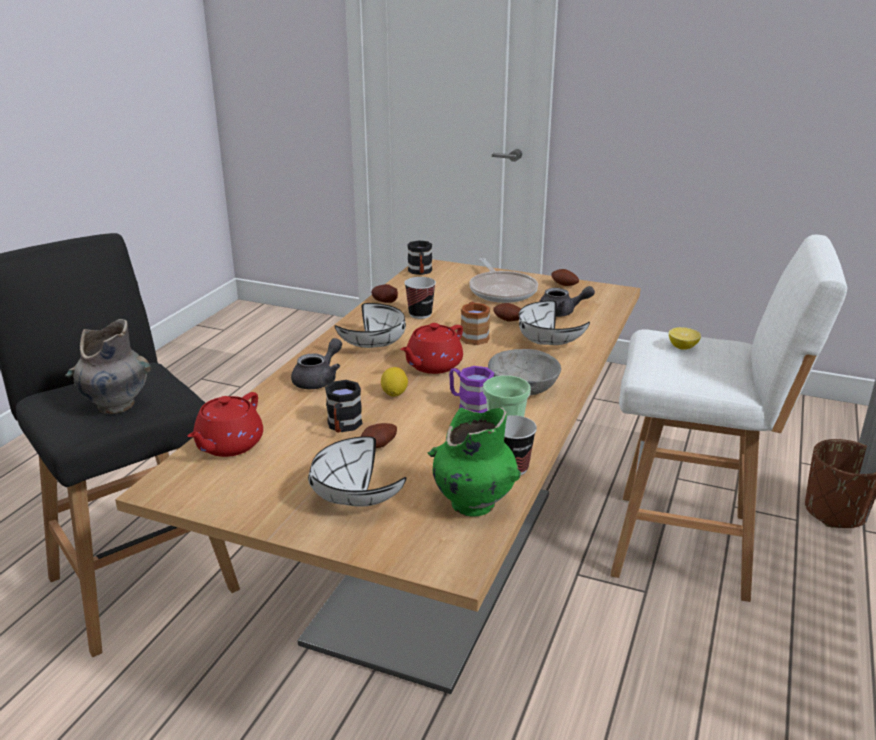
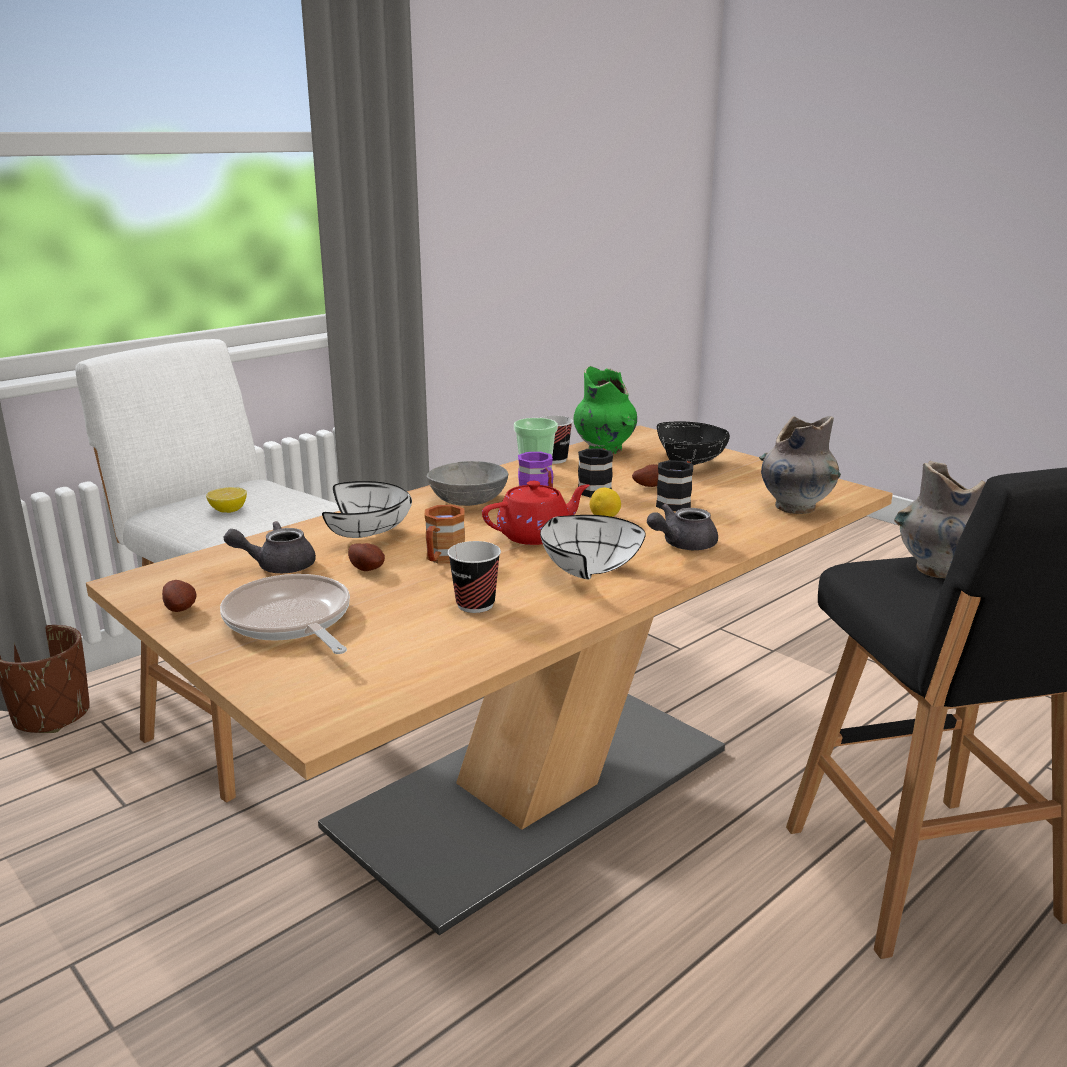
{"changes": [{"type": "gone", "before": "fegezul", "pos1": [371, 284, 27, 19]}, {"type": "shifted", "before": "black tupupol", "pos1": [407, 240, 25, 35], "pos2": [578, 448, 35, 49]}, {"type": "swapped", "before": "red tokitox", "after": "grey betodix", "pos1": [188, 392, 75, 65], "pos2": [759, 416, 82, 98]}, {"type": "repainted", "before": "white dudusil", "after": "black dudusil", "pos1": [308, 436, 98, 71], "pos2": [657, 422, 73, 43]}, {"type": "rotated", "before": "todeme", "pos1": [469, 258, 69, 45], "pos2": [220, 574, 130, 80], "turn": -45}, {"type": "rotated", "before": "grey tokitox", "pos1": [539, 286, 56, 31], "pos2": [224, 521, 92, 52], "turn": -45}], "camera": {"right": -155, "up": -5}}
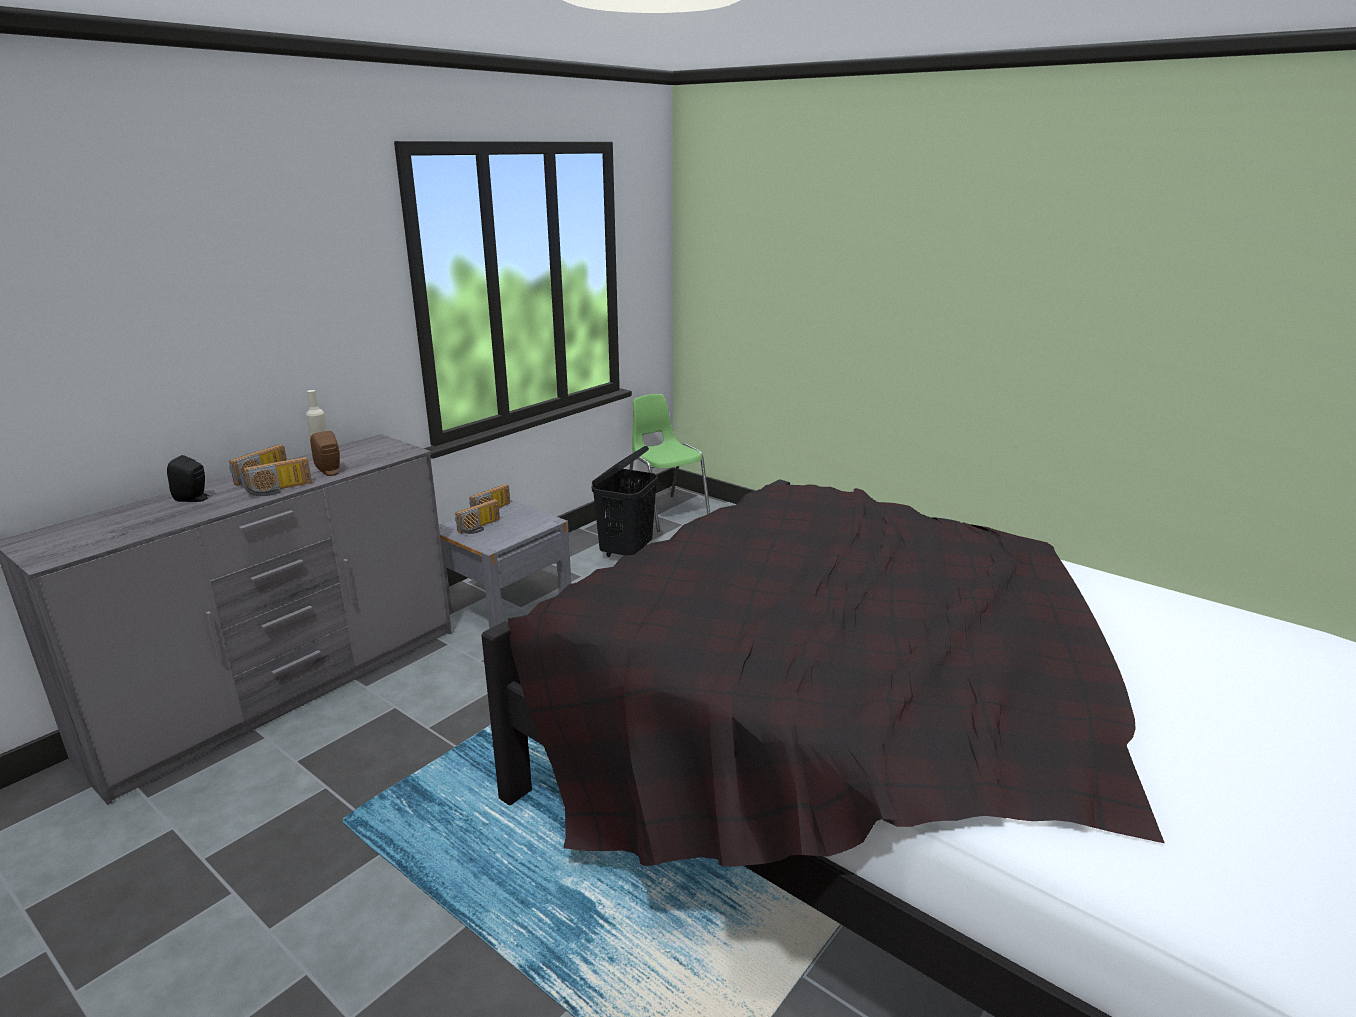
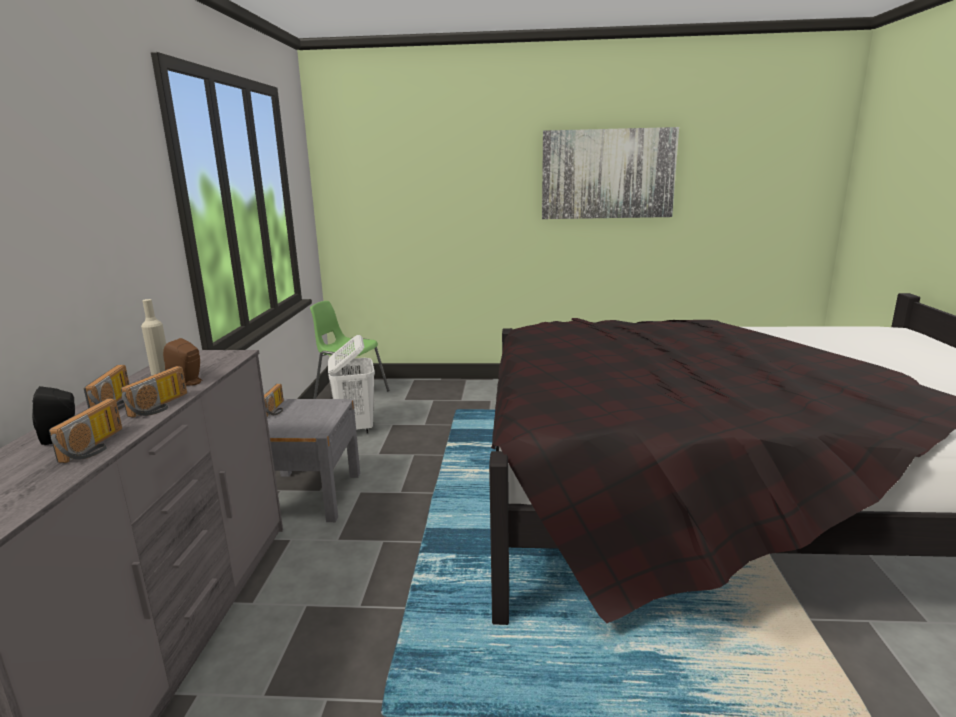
{"changes": [{"type": "new", "after": "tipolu", "pos2": [542, 127, 137, 92]}, {"type": "shifted", "before": "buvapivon", "pos1": [455, 499, 45, 35], "pos2": [49, 399, 73, 64]}, {"type": "repainted", "before": "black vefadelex", "after": "white vefadelex", "pos1": [592, 446, 66, 111], "pos2": [328, 335, 47, 98]}], "camera": {"right": -35, "up": -5}}
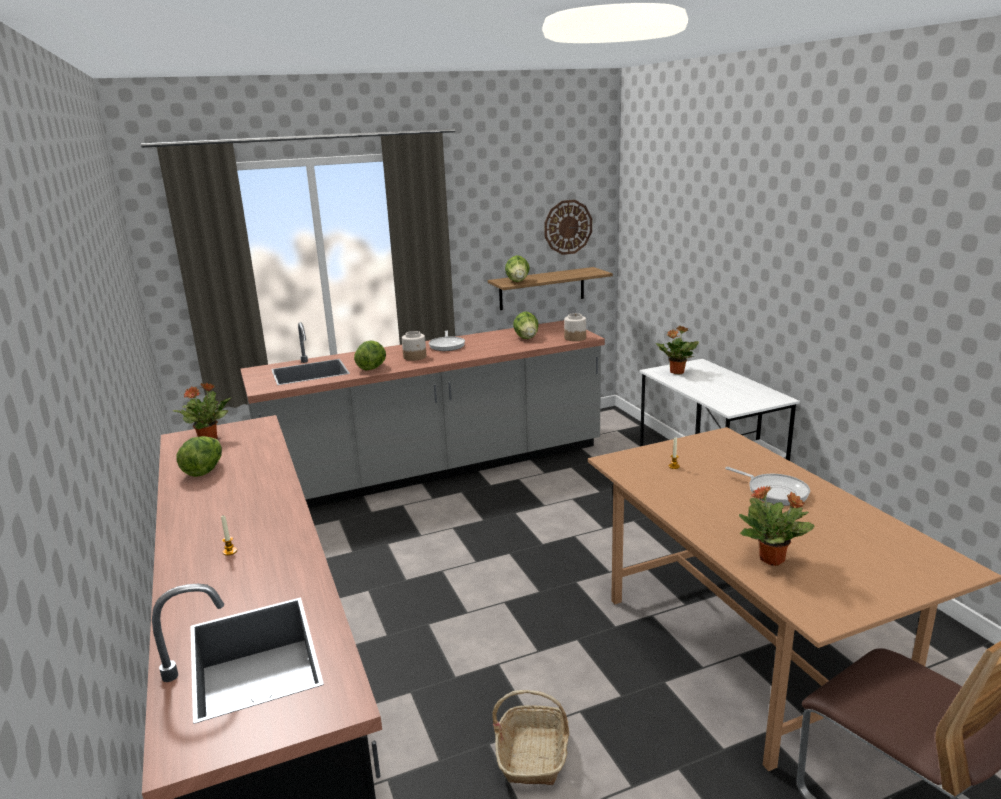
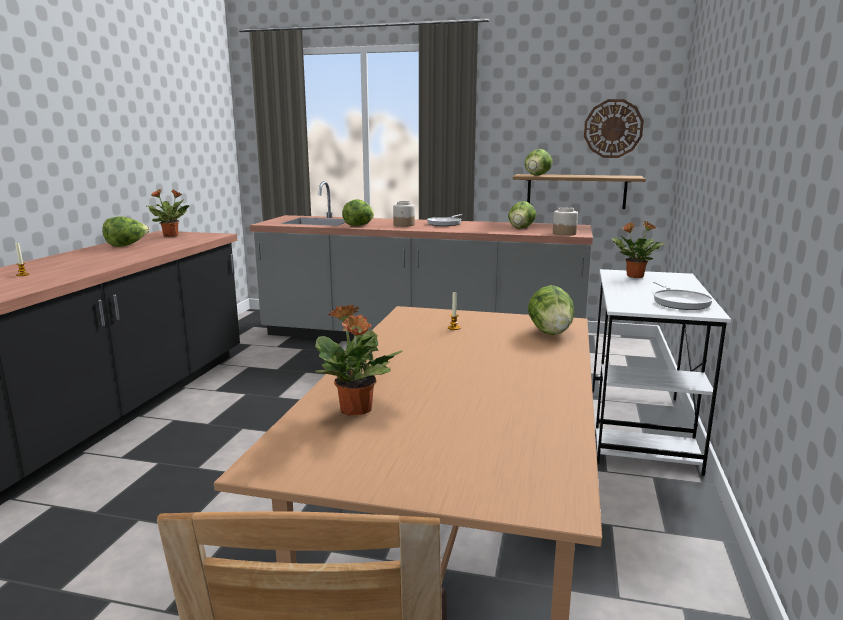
{"changes": [{"type": "gone", "before": "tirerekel", "pos1": [492, 690, 77, 95]}, {"type": "new", "after": "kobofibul", "pos2": [528, 285, 46, 50]}, {"type": "shifted", "before": "todeme", "pos1": [725, 467, 85, 39], "pos2": [653, 281, 60, 29]}], "camera": {"right": 35, "up": -5}}
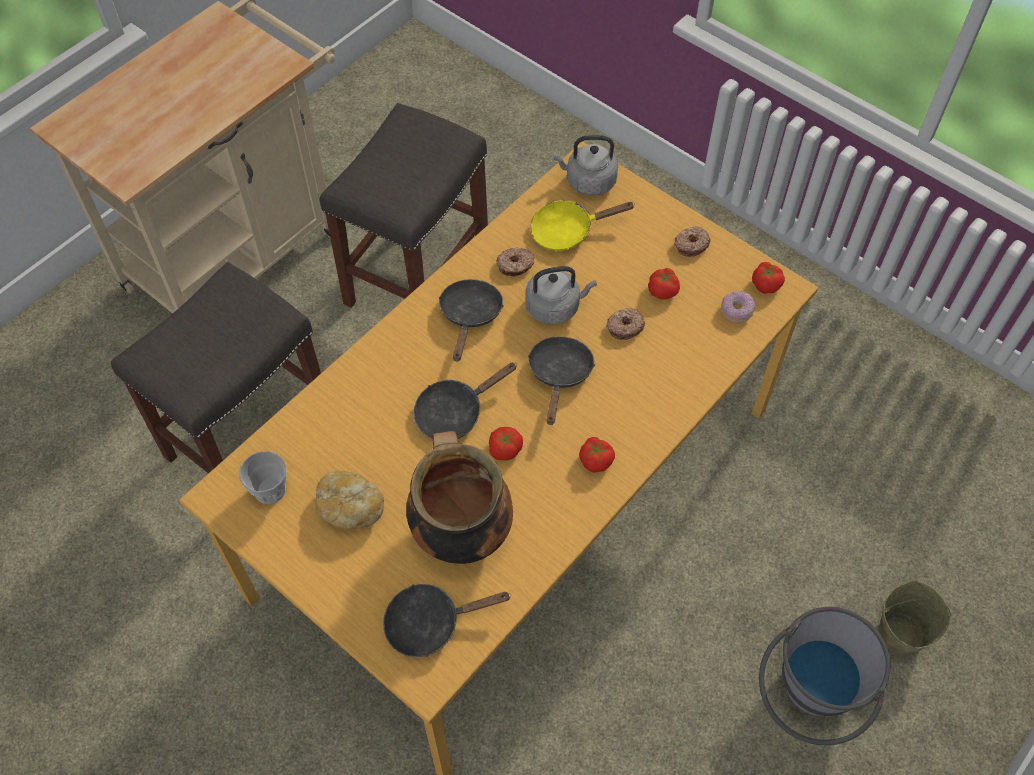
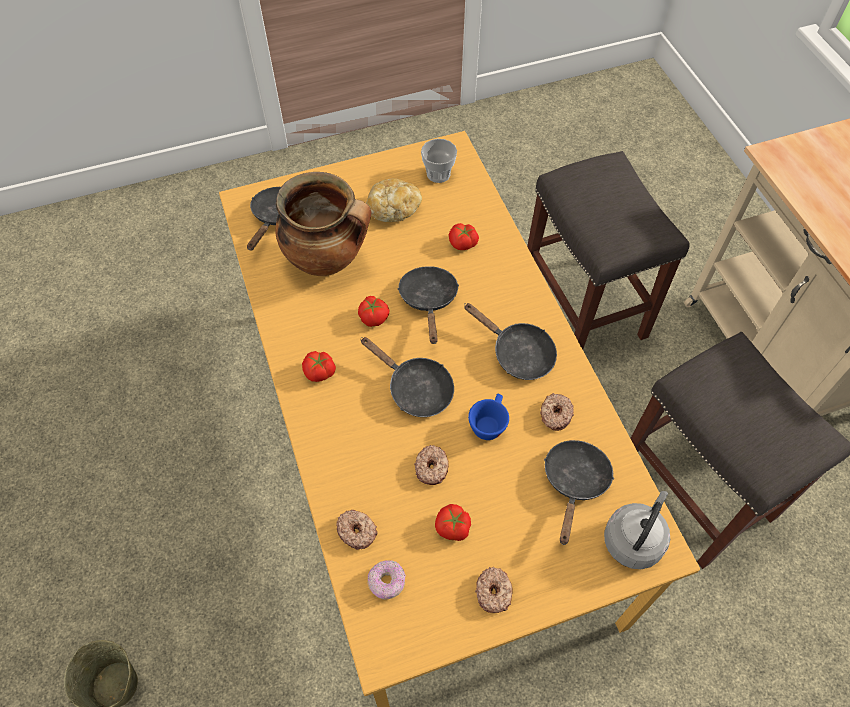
{"changes": [{"type": "gone", "before": "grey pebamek", "pos1": [759, 607, 132, 138]}, {"type": "new", "after": "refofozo", "pos2": [336, 510, 42, 40]}, {"type": "shifted", "before": "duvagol", "pos1": [752, 262, 33, 32], "pos2": [449, 223, 30, 27]}, {"type": "swapped", "before": "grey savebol", "after": "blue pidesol", "pos1": [525, 266, 72, 58], "pos2": [468, 394, 41, 46]}, {"type": "repainted", "before": "yellow todeme", "after": "black todeme", "pos1": [531, 200, 104, 51], "pos2": [544, 440, 70, 105]}], "camera": {"right": 120, "up": 0}}
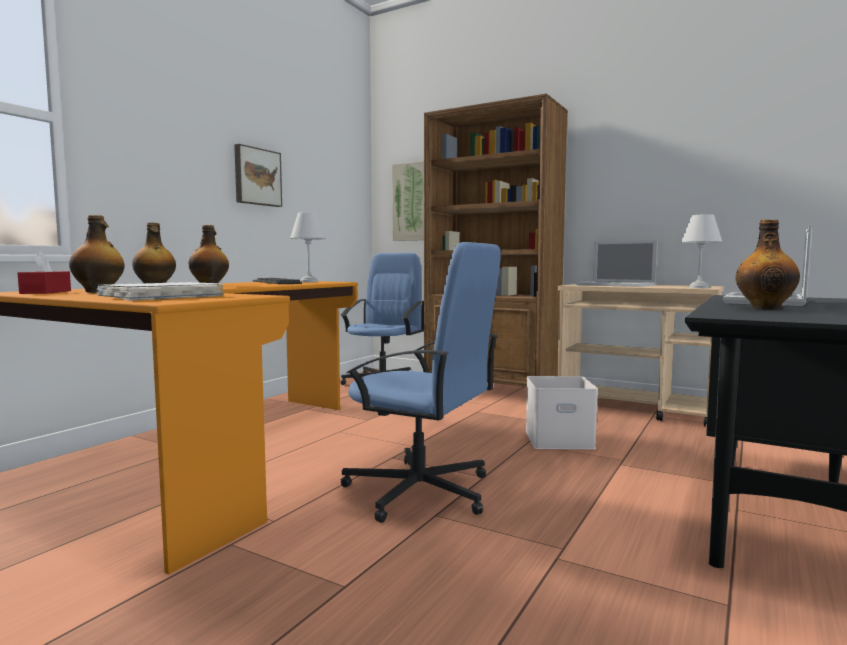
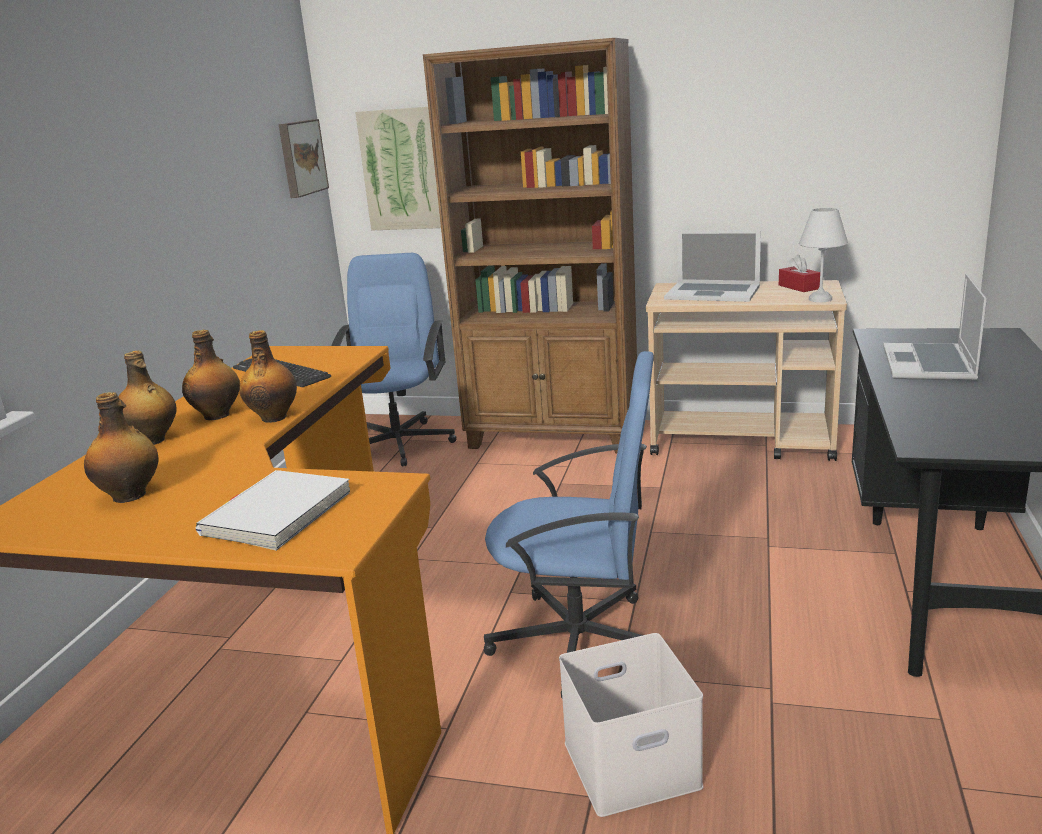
{"changes": [{"type": "gone", "before": "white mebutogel", "pos1": [290, 212, 36, 71]}, {"type": "shifted", "before": "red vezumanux", "pos1": [18, 252, 53, 42], "pos2": [779, 255, 41, 37]}, {"type": "shifted", "before": "tipolu", "pos1": [234, 144, 48, 63], "pos2": [279, 119, 50, 79]}, {"type": "shifted", "before": "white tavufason", "pos1": [526, 376, 72, 74], "pos2": [559, 633, 145, 184]}, {"type": "shifted", "before": "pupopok", "pos1": [736, 220, 64, 89], "pos2": [239, 330, 58, 93]}], "camera": {"right": -15, "up": 15}}
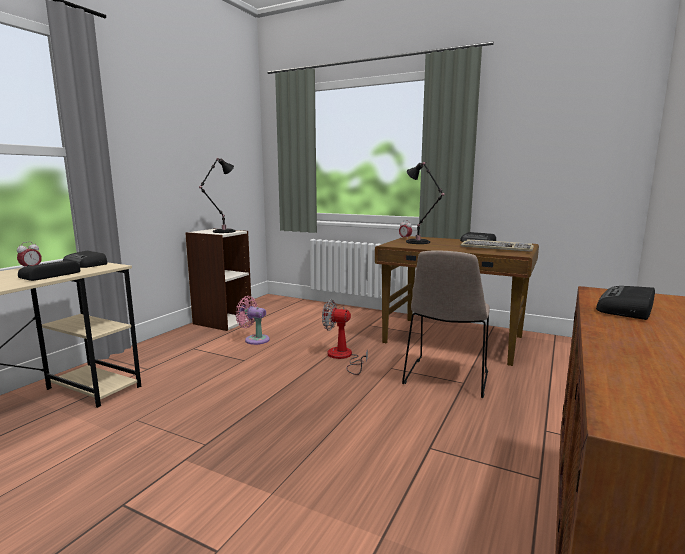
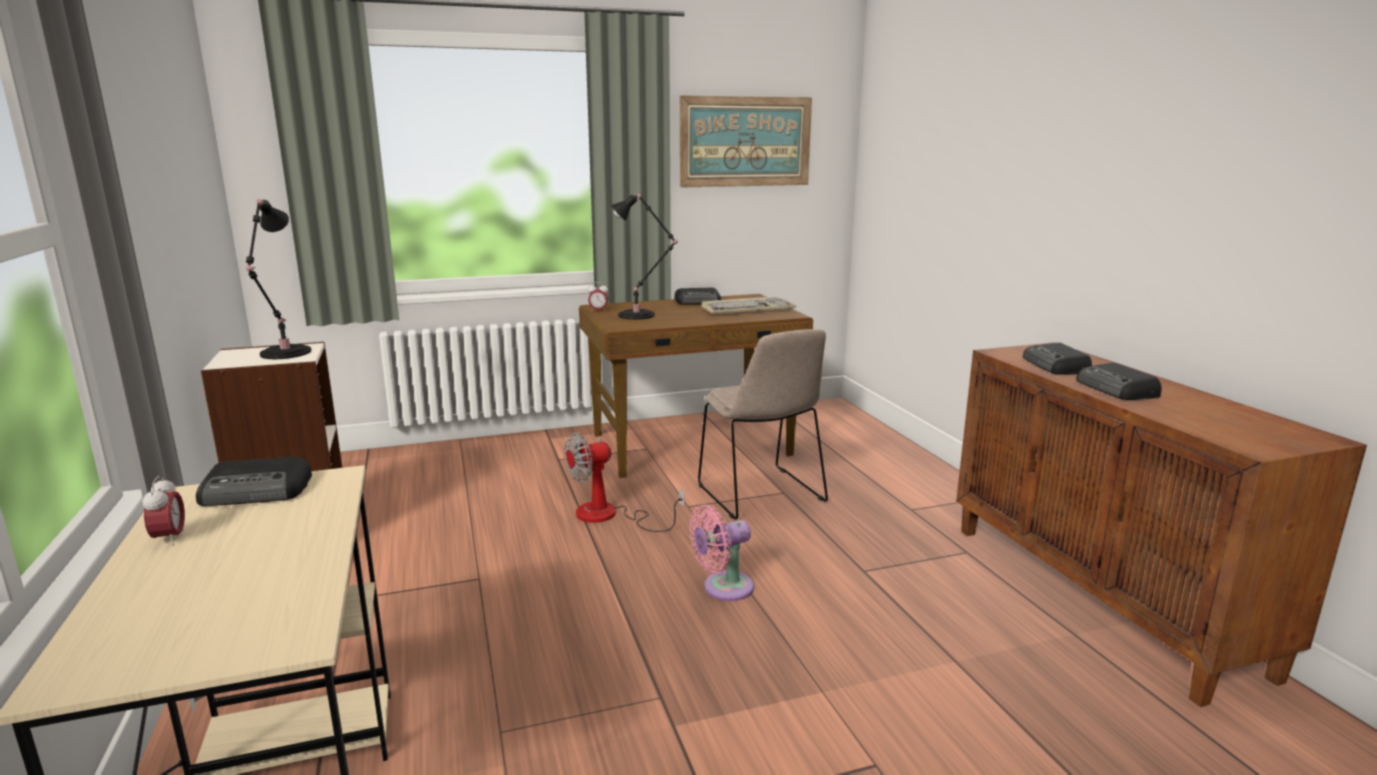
{"changes": [{"type": "new", "after": "tipolu", "pos2": [679, 95, 133, 93]}, {"type": "shifted", "before": "buvapivon", "pos1": [18, 261, 63, 20], "pos2": [1076, 362, 86, 38]}, {"type": "shifted", "before": "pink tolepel", "pos1": [236, 296, 34, 49], "pos2": [689, 505, 65, 96]}], "camera": {"right": -45, "up": 5}}
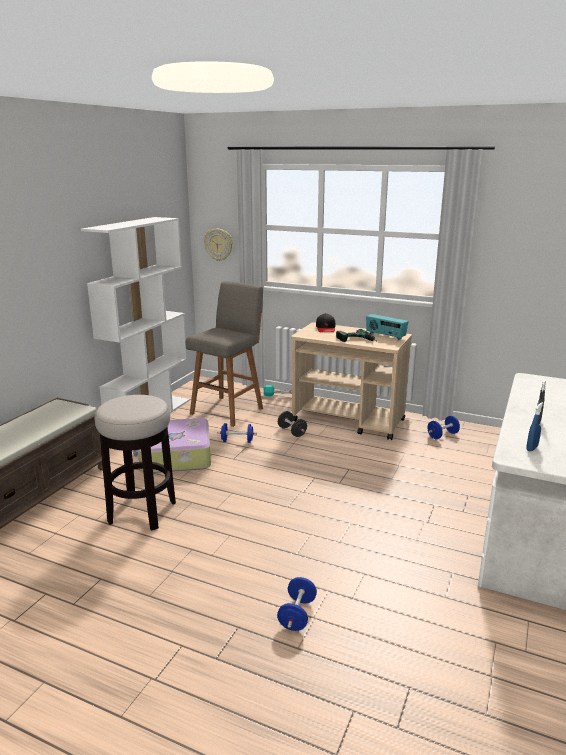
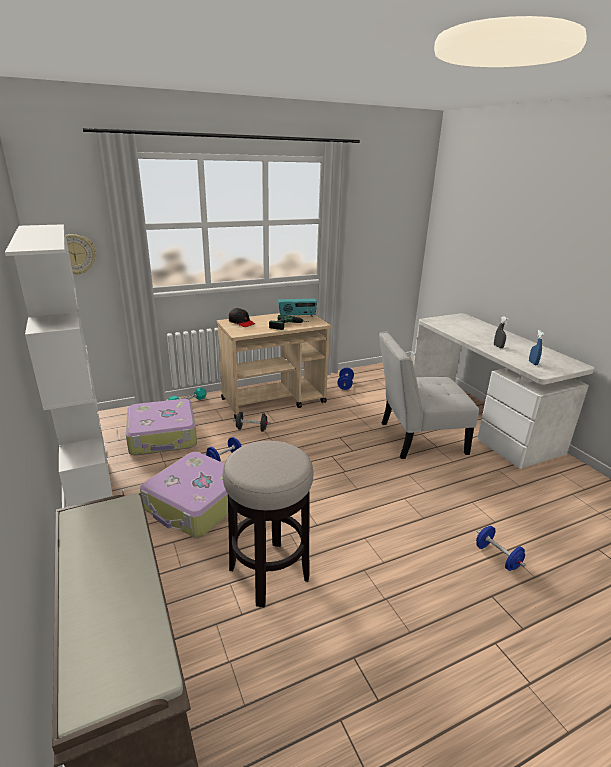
{"changes": [{"type": "new", "after": "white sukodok", "pos2": [379, 331, 100, 128]}, {"type": "swapped", "before": "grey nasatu", "after": "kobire", "pos1": [186, 281, 77, 146], "pos2": [126, 399, 71, 56]}], "camera": {"right": -50, "up": 5}}
